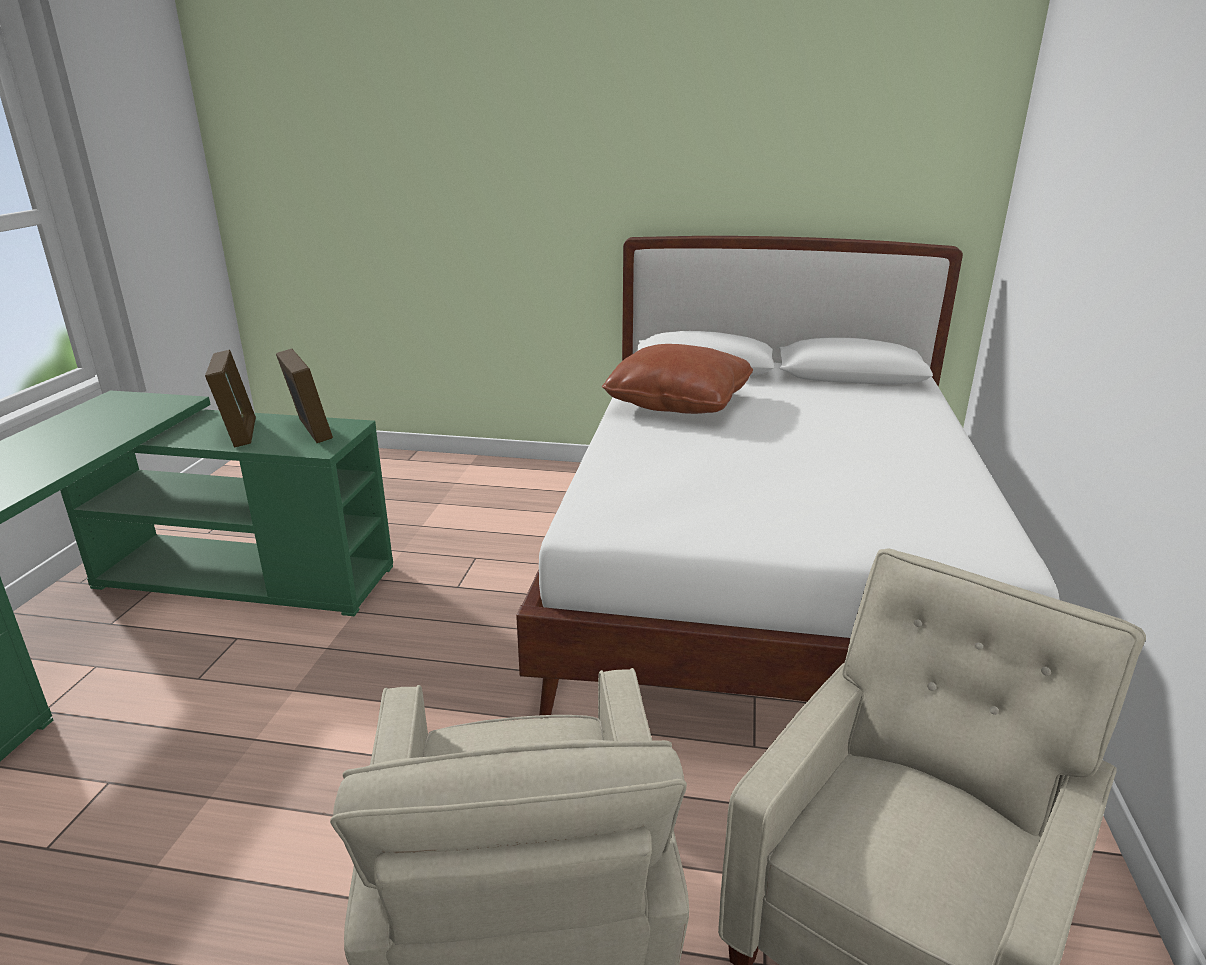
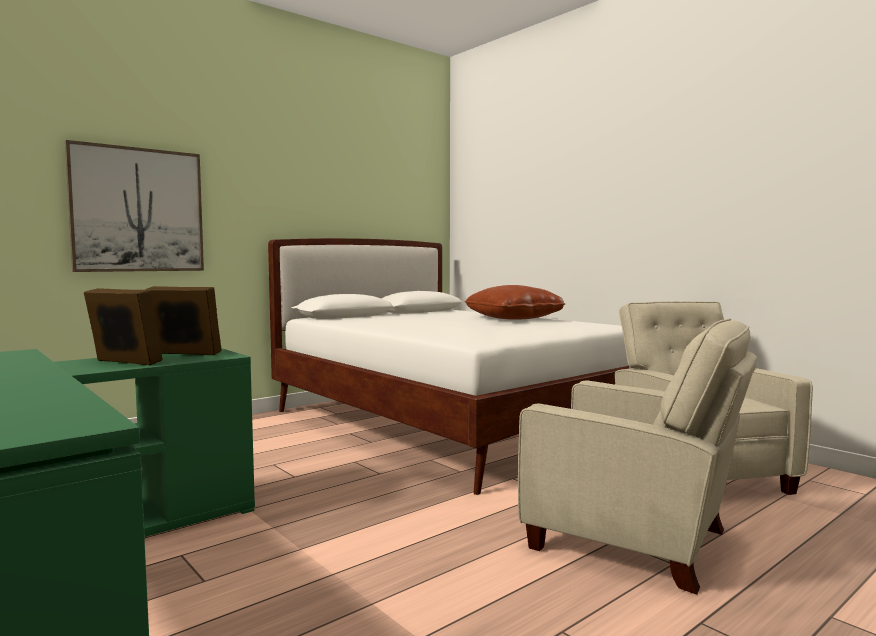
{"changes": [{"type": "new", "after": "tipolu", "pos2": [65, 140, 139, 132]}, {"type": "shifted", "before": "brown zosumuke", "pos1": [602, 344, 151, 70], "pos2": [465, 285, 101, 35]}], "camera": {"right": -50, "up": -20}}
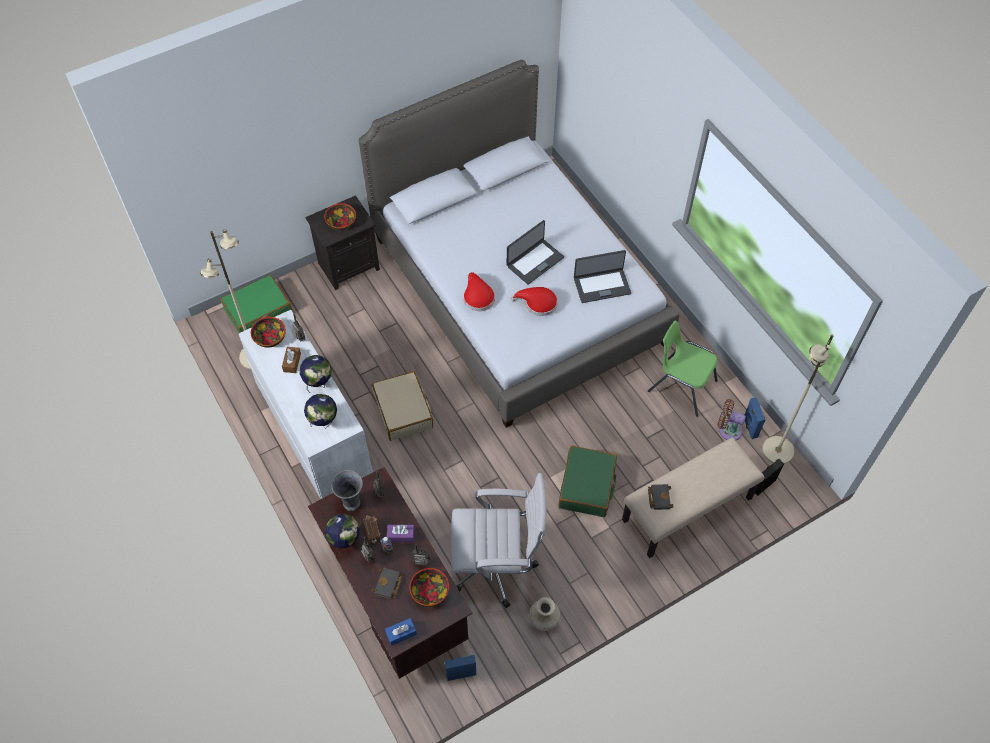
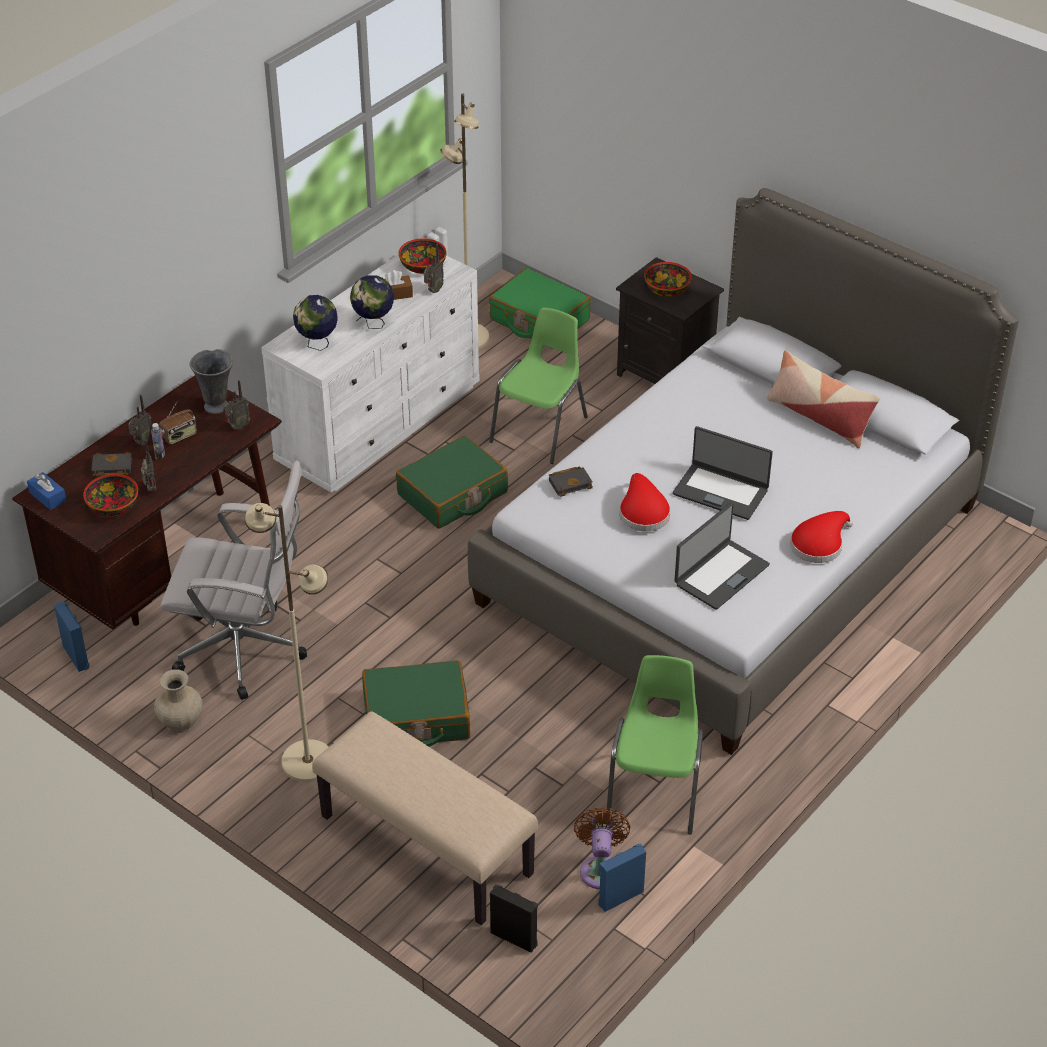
{"changes": [{"type": "gone", "before": "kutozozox", "pos1": [325, 514, 35, 41]}, {"type": "gone", "before": "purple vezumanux", "pos1": [387, 525, 27, 17]}, {"type": "new", "after": "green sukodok", "pos2": [489, 308, 99, 156]}, {"type": "new", "after": "zosumuke", "pos2": [767, 350, 113, 98]}, {"type": "shifted", "before": "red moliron", "pos1": [463, 272, 32, 39], "pos2": [790, 511, 63, 52]}, {"type": "shifted", "before": "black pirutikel", "pos1": [648, 484, 26, 26], "pos2": [549, 466, 44, 30]}, {"type": "shifted", "before": "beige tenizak", "pos1": [762, 334, 72, 130], "pos2": [245, 503, 84, 279]}, {"type": "repainted", "before": "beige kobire", "after": "green kobire", "pos1": [372, 371, 61, 70], "pos2": [396, 435, 112, 94]}, {"type": "rotated", "before": "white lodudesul", "pos1": [451, 473, 95, 135], "pos2": [160, 460, 147, 240], "turn": -60}, {"type": "rotated", "before": "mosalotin", "pos1": [574, 250, 57, 53], "pos2": [674, 502, 96, 108], "turn": -105}], "camera": {"right": 70, "up": -15}}
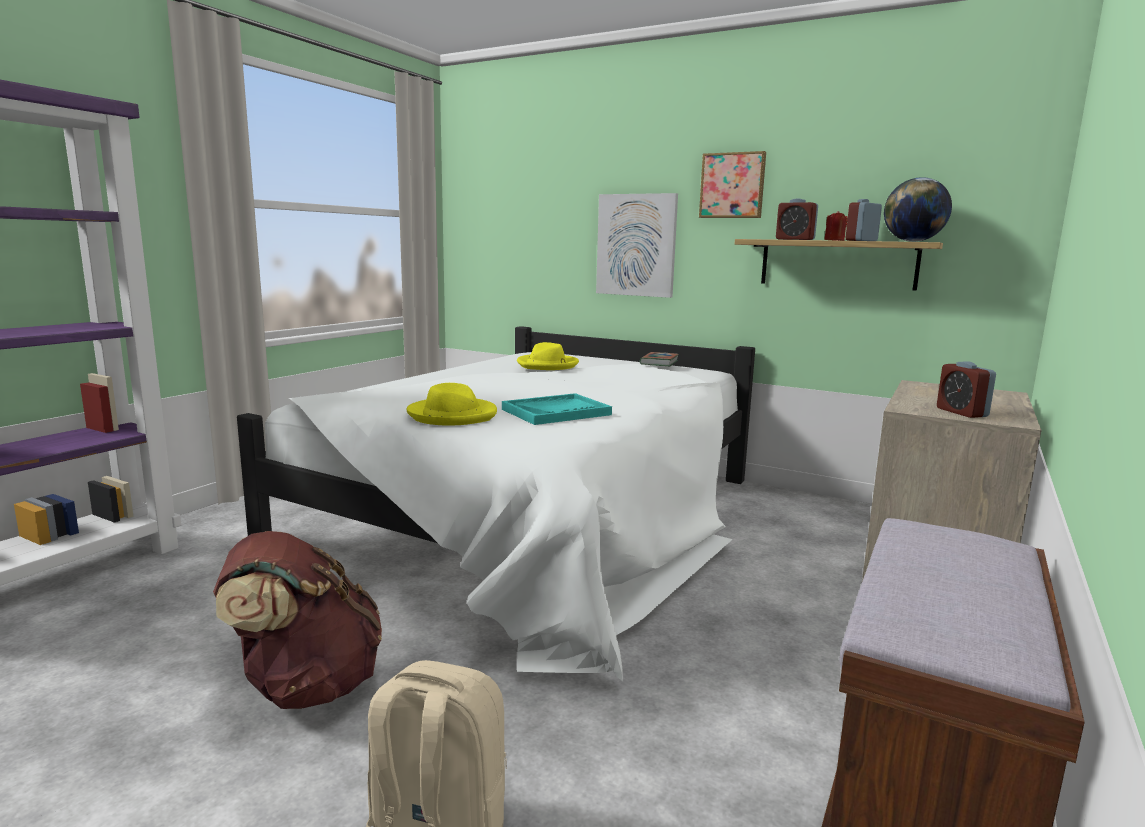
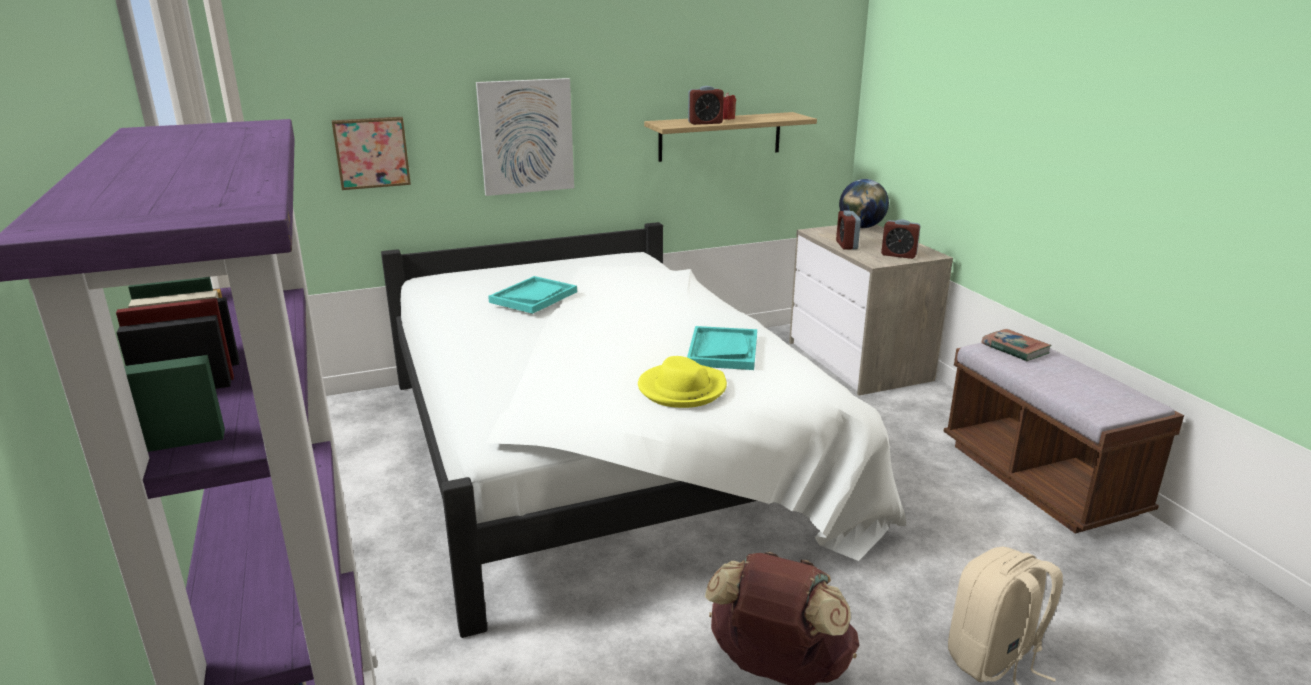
{"changes": [{"type": "shifted", "before": "pirutikel", "pos1": [640, 352, 39, 14], "pos2": [981, 329, 71, 32]}, {"type": "shifted", "before": "tipolu", "pos1": [699, 151, 67, 67], "pos2": [331, 117, 80, 73]}, {"type": "shifted", "before": "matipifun", "pos1": [846, 199, 36, 42], "pos2": [836, 210, 25, 40]}, {"type": "shifted", "before": "kutozozox", "pos1": [884, 177, 68, 65], "pos2": [839, 179, 50, 49]}, {"type": "swapped", "before": "yellow moliron", "after": "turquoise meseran", "pos1": [517, 342, 62, 28], "pos2": [488, 276, 89, 38]}], "camera": {"right": -50, "up": 10}}
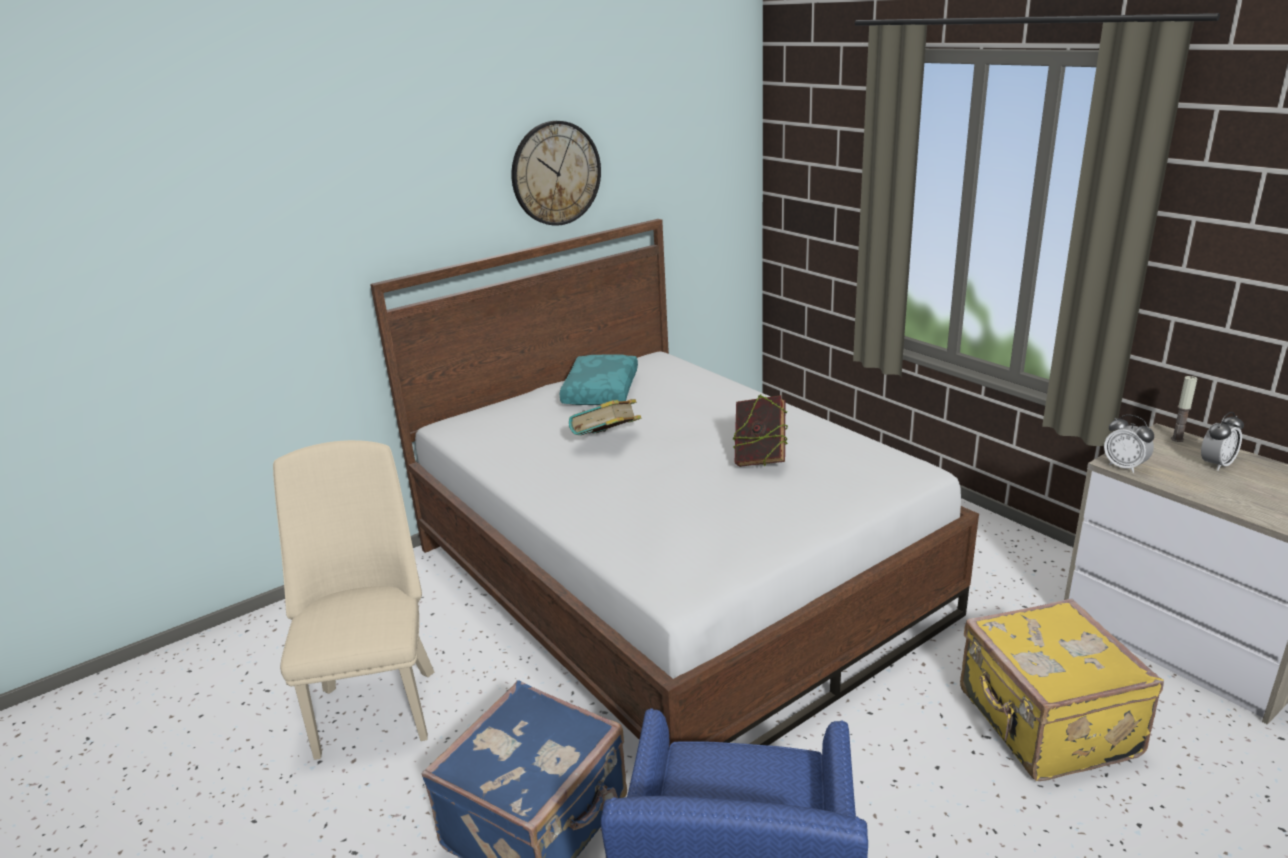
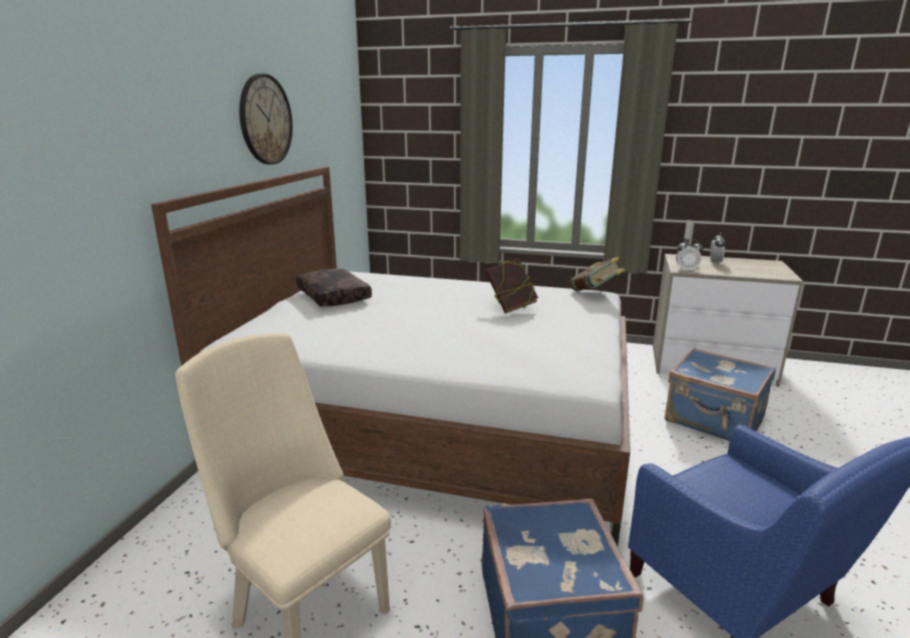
{"changes": [{"type": "shifted", "before": "pirutikel", "pos1": [569, 399, 72, 36], "pos2": [570, 257, 55, 34]}, {"type": "repainted", "before": "turquoise zosumuke", "after": "brown zosumuke", "pos1": [559, 354, 79, 51], "pos2": [296, 268, 76, 39]}, {"type": "repainted", "before": "yellow kobire", "after": "blue kobire", "pos1": [960, 599, 204, 182], "pos2": [665, 348, 111, 93]}], "camera": {"right": -40, "up": -5}}
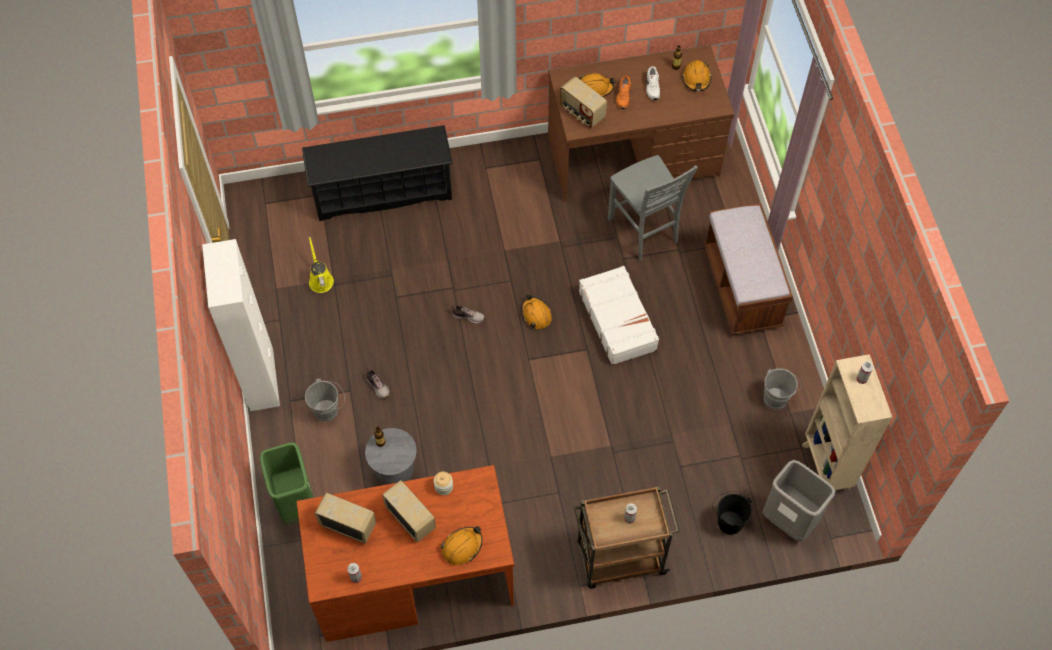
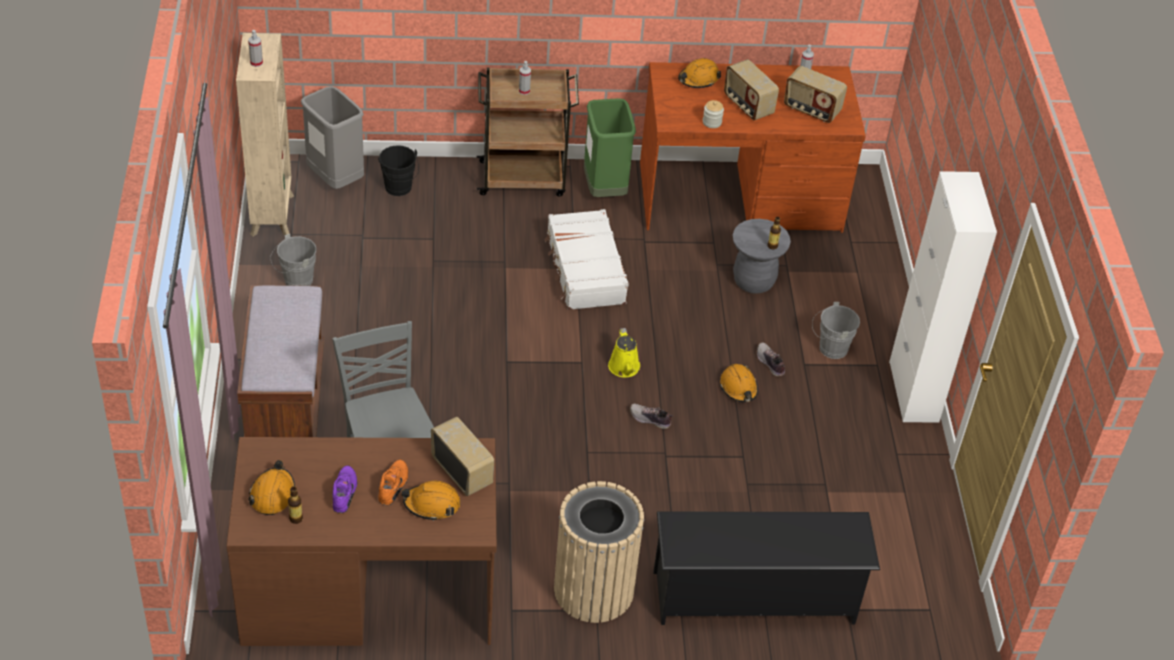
{"changes": [{"type": "new", "after": "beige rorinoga", "pos2": [554, 481, 90, 142]}, {"type": "shifted", "before": "green rorinoga", "pos1": [260, 443, 54, 82], "pos2": [584, 98, 52, 99]}, {"type": "shifted", "before": "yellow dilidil", "pos1": [309, 237, 25, 56], "pos2": [608, 328, 32, 49]}, {"type": "shifted", "before": "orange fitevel", "pos1": [521, 294, 31, 35], "pos2": [720, 364, 38, 38]}, {"type": "shifted", "before": "white kobire", "pos1": [579, 266, 80, 99], "pos2": [545, 209, 84, 101]}, {"type": "repainted", "before": "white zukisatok", "after": "purple zukisatok", "pos1": [646, 66, 14, 34], "pos2": [332, 465, 25, 48]}], "camera": {"right": -175, "up": -15}}
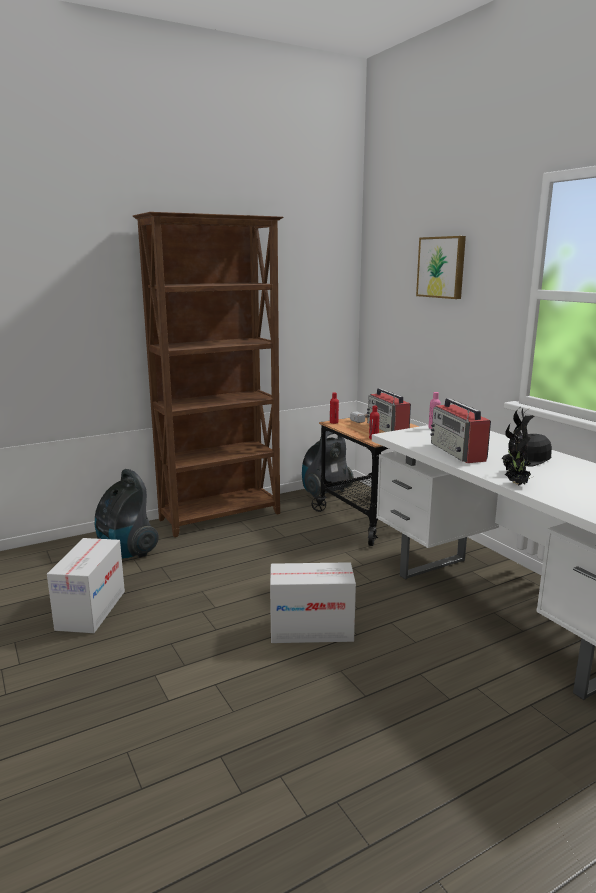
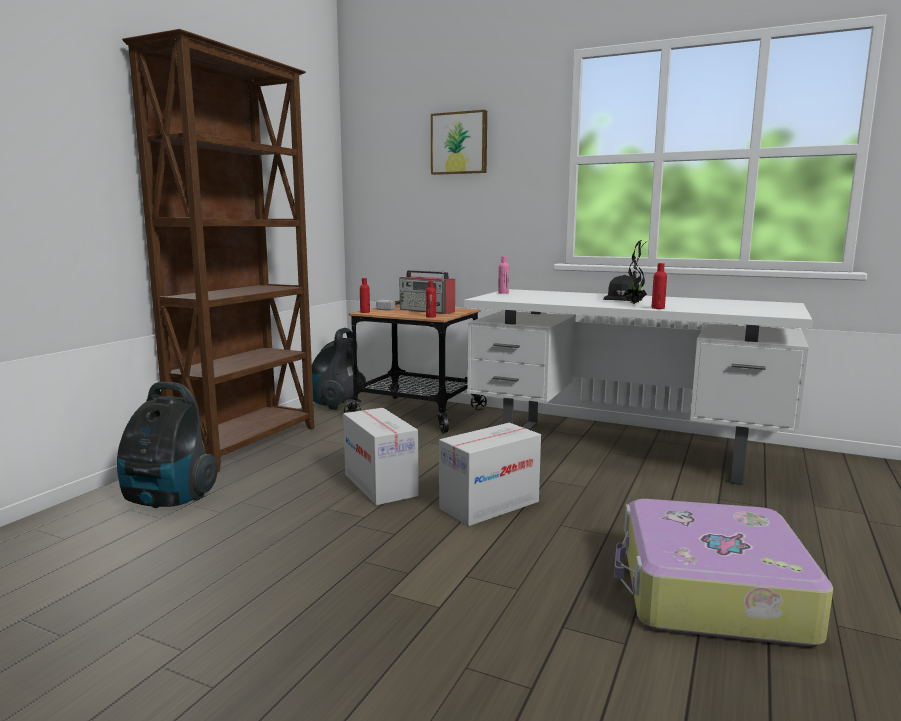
{"changes": [{"type": "gone", "before": "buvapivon", "pos1": [430, 398, 61, 65]}, {"type": "new", "after": "kobire", "pos2": [614, 499, 219, 147]}, {"type": "shifted", "before": "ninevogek", "pos1": [47, 538, 78, 95], "pos2": [343, 408, 76, 97]}, {"type": "swapped", "before": "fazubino", "after": "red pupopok", "pos1": [505, 415, 30, 71], "pos2": [652, 263, 15, 46]}], "camera": {"right": -35, "up": -5}}
